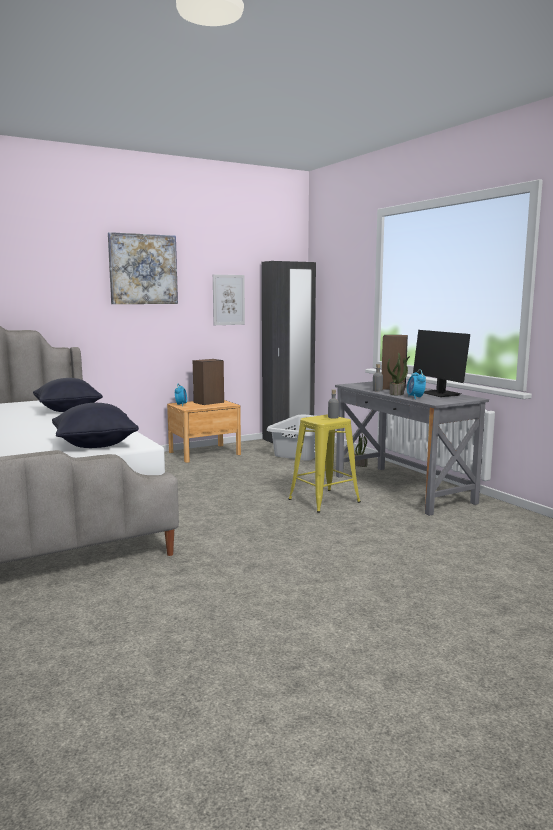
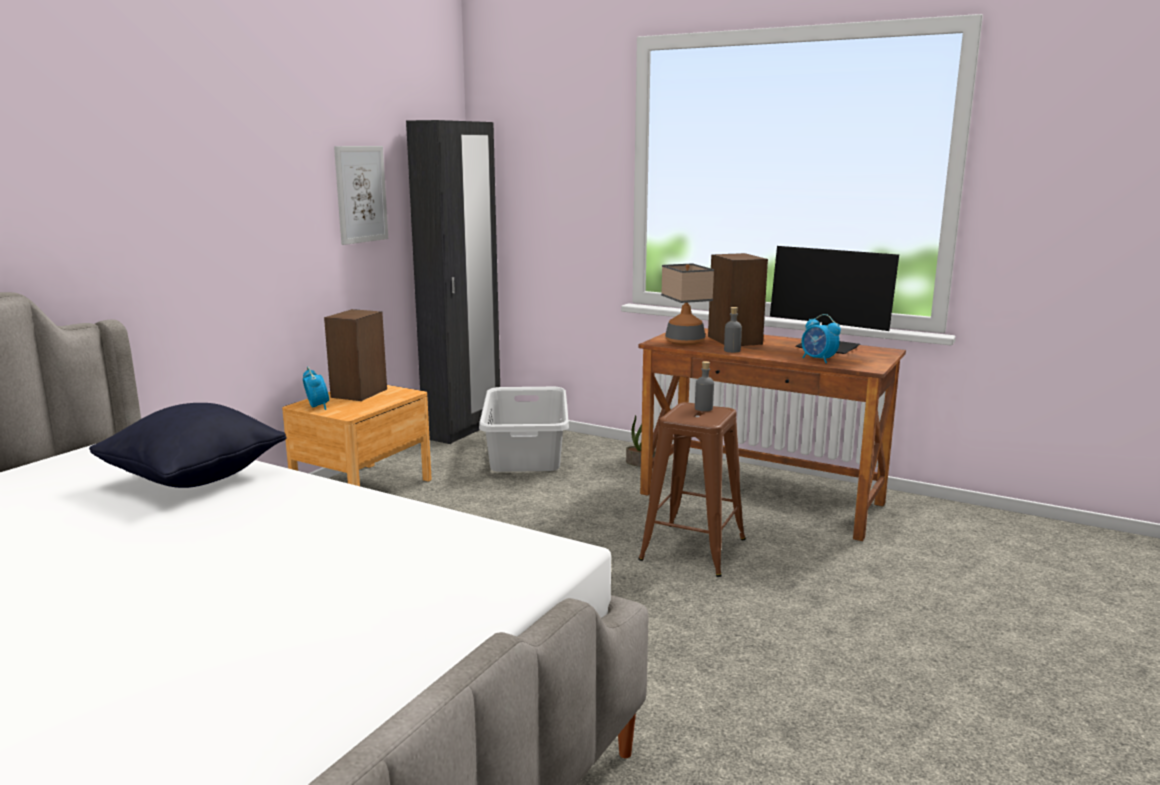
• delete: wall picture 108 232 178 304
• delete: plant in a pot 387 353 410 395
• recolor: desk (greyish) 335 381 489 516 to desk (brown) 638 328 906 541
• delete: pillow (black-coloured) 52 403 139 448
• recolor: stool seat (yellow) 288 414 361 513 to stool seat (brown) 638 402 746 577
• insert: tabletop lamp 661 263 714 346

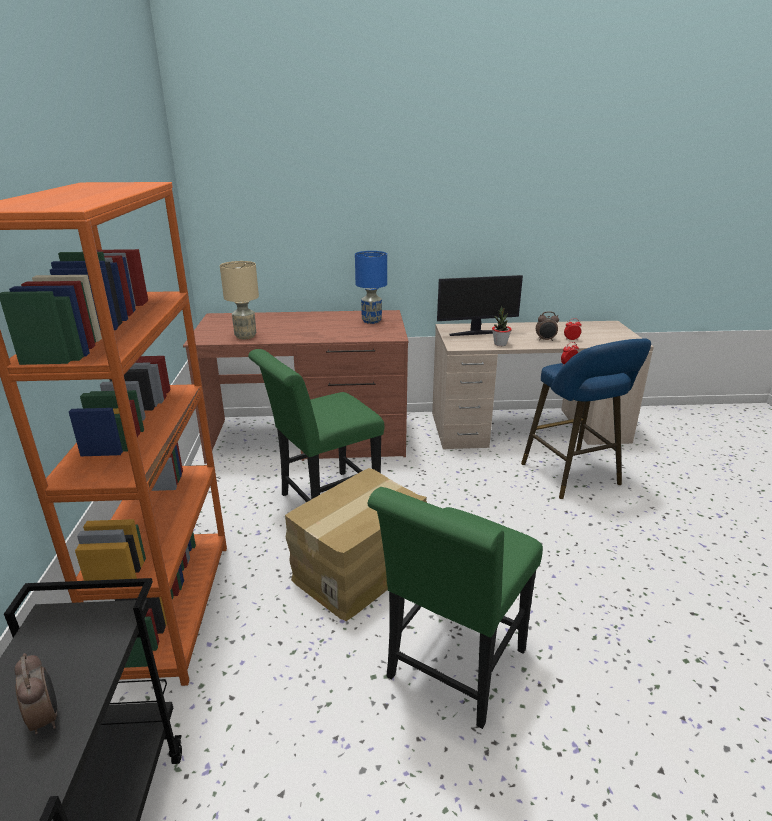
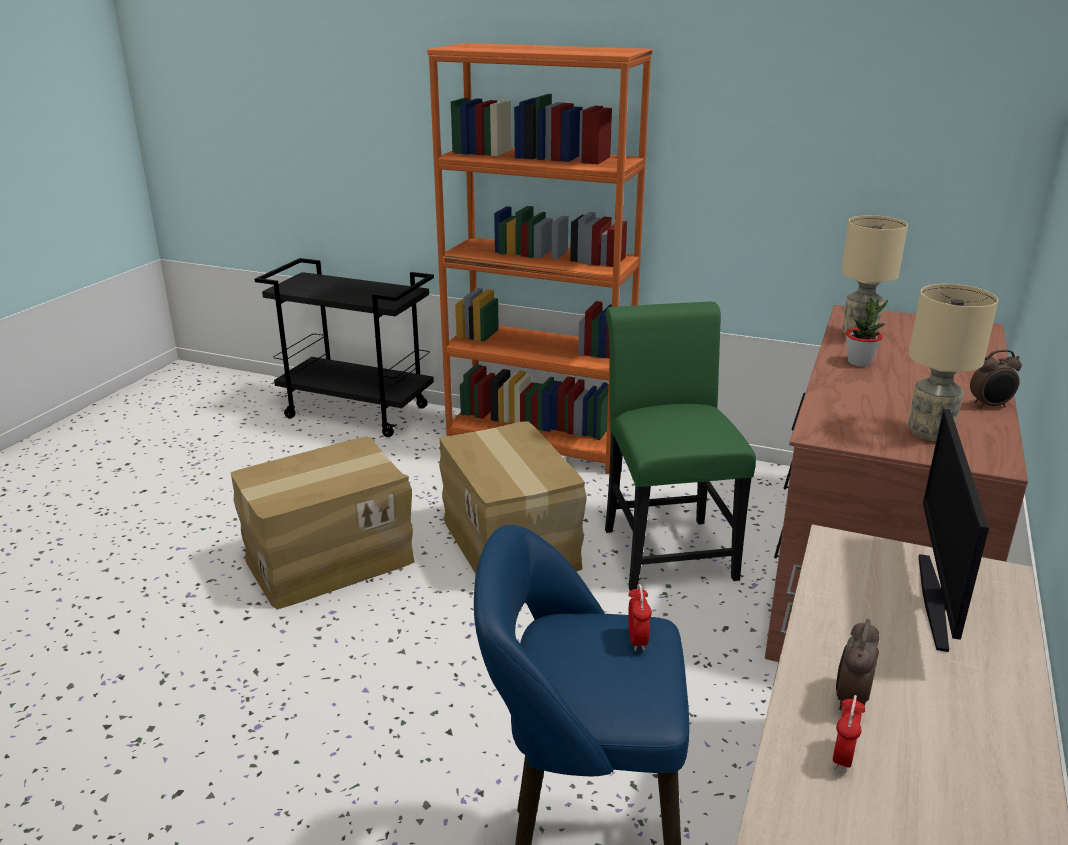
• recolor: tabletop lamp (blue) 355 251 387 324 to tabletop lamp (sand-coloured) 908 284 998 441
• move: plant in a pot 492 306 512 346 to 846 298 888 367
• replace: chair (green-coloured) 367 487 543 729 to cardboard box 231 436 415 609
• move: bedside clock 15 653 57 734 to 970 349 1022 409

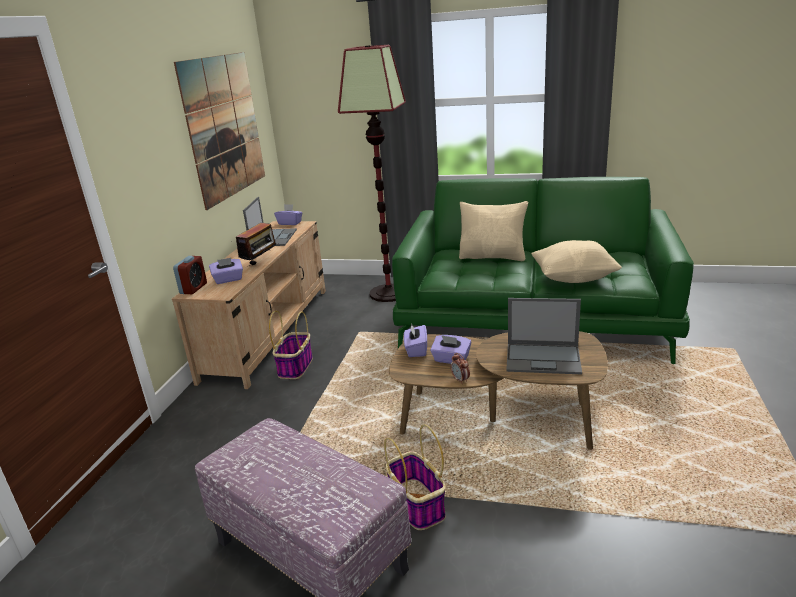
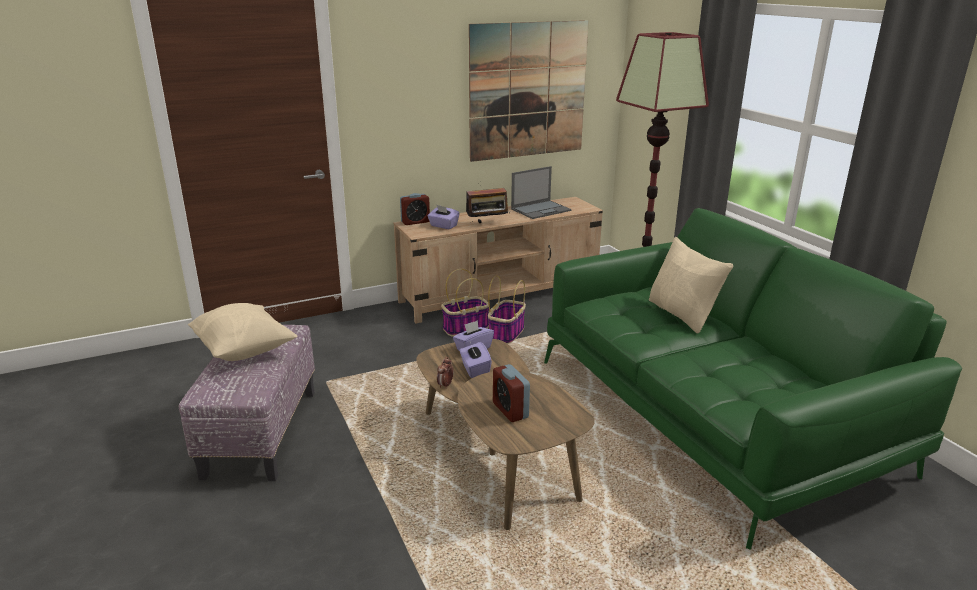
• delete: tissue holder (purplish) 274 204 302 225
• move: pillow (sand-coloured) 531 240 622 283 to 188 303 297 361
• replace: notebook computer 506 298 582 375 to bedside clock 493 364 530 422
• move: household basket 384 424 446 530 to 488 275 526 344

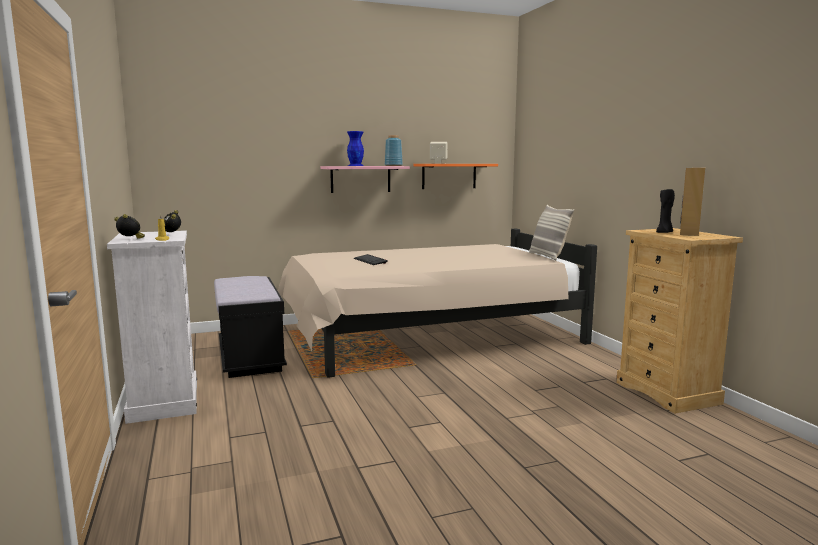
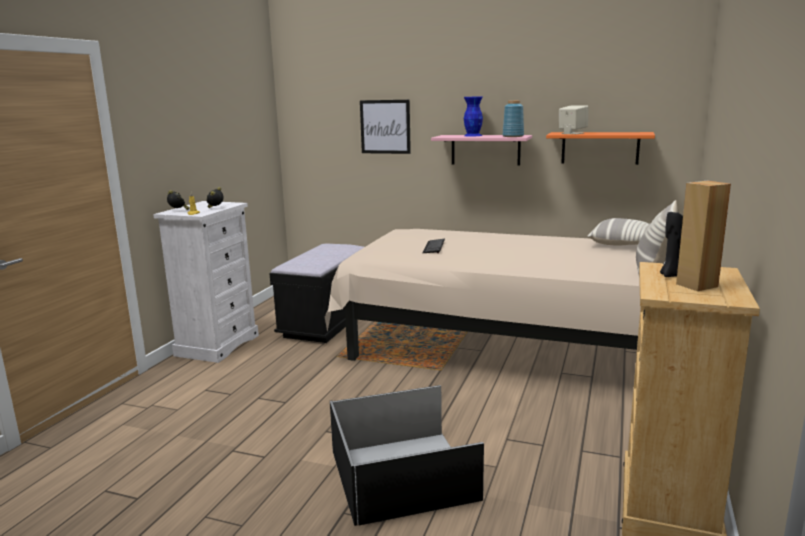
• insert: wall picture 360 100 411 154
• insert: pillow 587 218 650 246
• insert: storage bin (black-coloured) 330 385 484 526

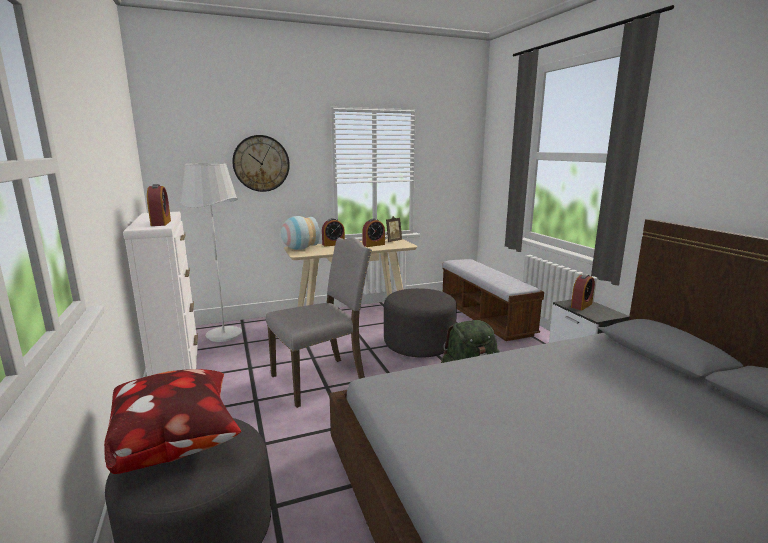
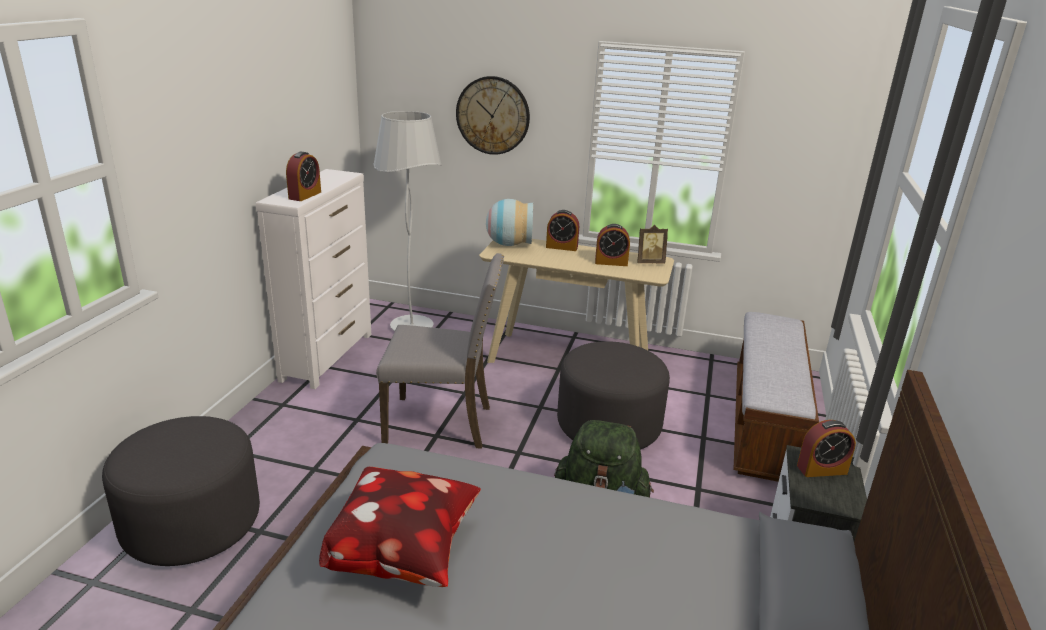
• move: pillow 104 369 241 474 to 319 467 481 587

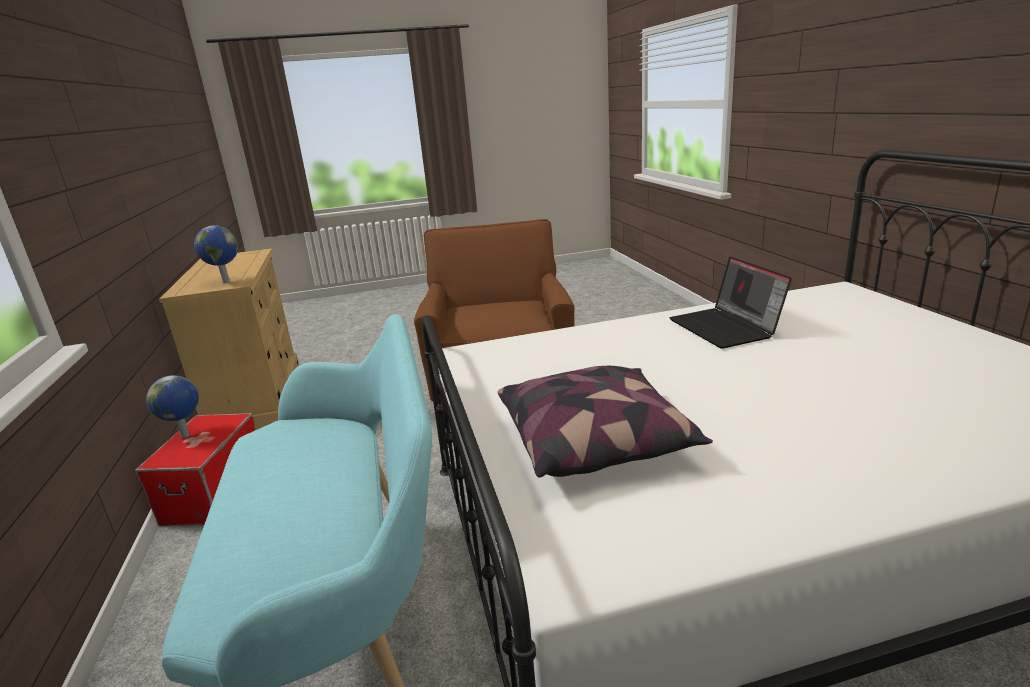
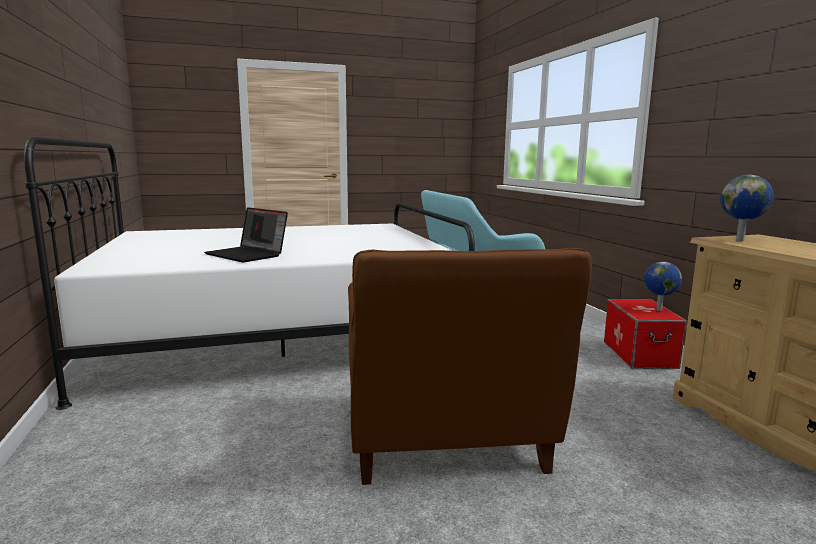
• rotate: notebook computer 670 257 792 349 = 204 207 288 263 150 degrees clockwise
• delete: pillow 498 366 713 478

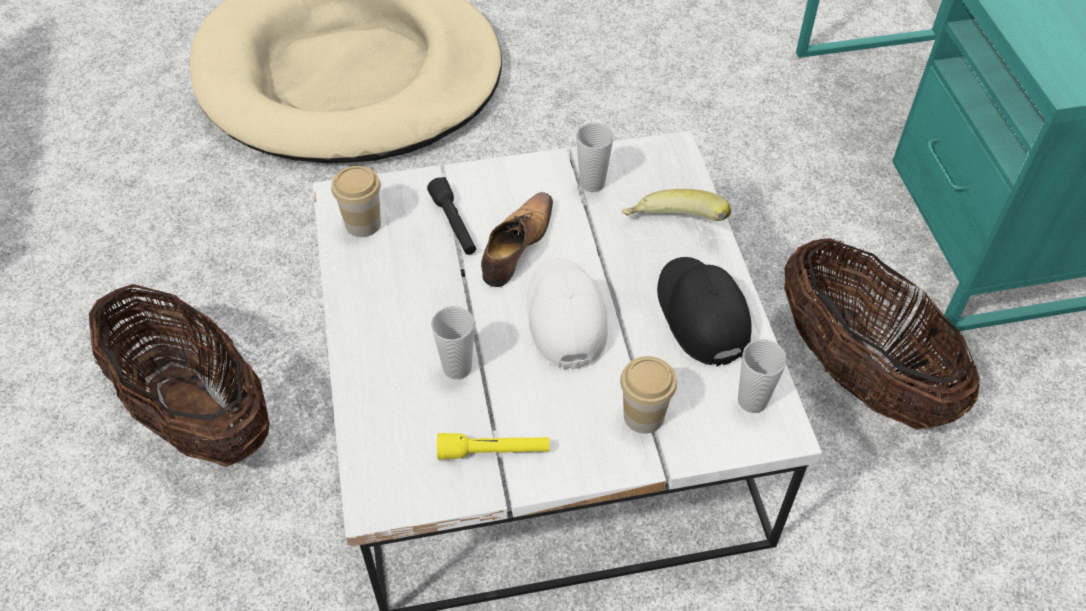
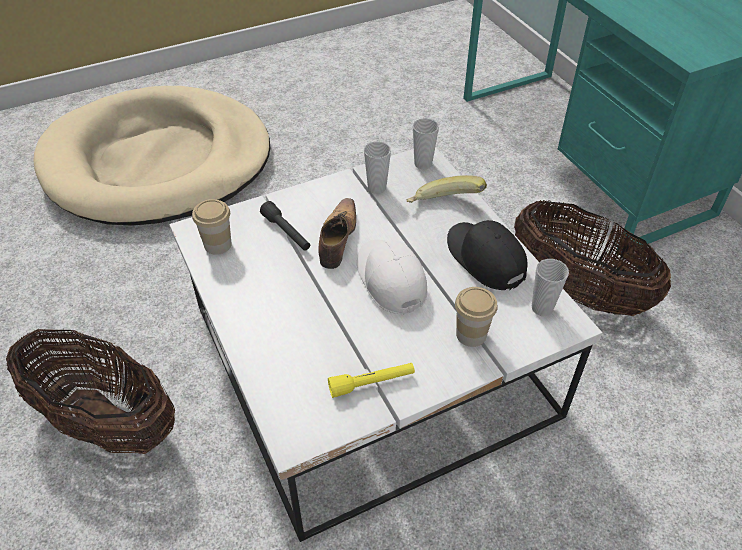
• move: cup 431 306 474 379 to 413 118 439 169

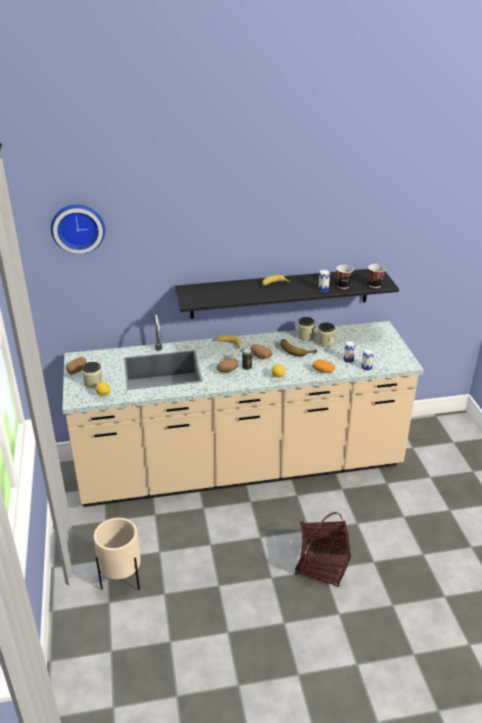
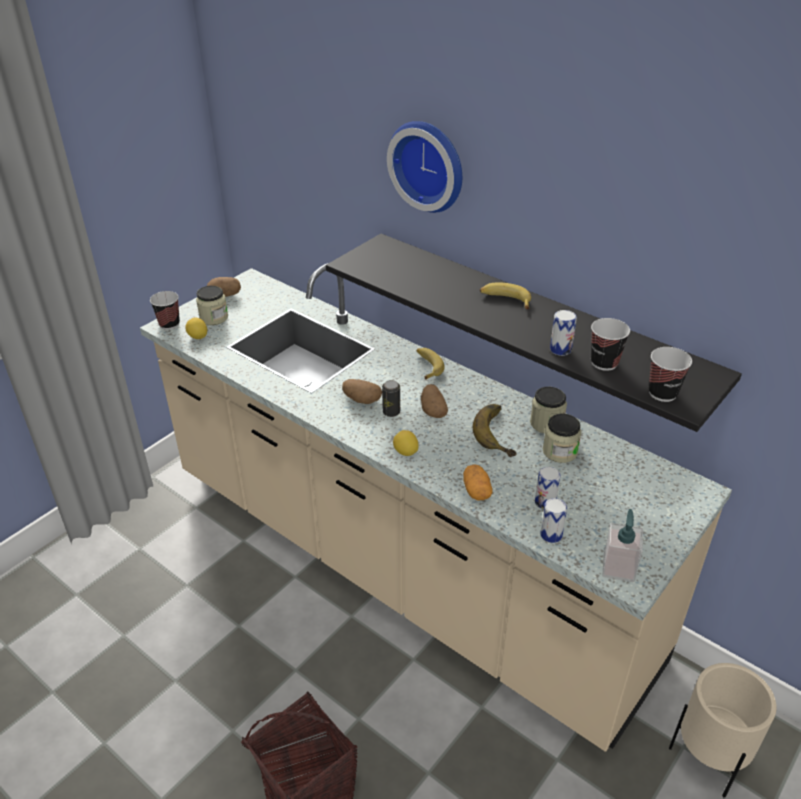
• move: clock on the wall 51 204 105 254 to 387 121 462 213
• move: flower pot (sand-coloured) 94 518 141 590 to 669 663 777 798
• insert: cup 150 291 180 330
• insert: soap bottle 602 509 643 582

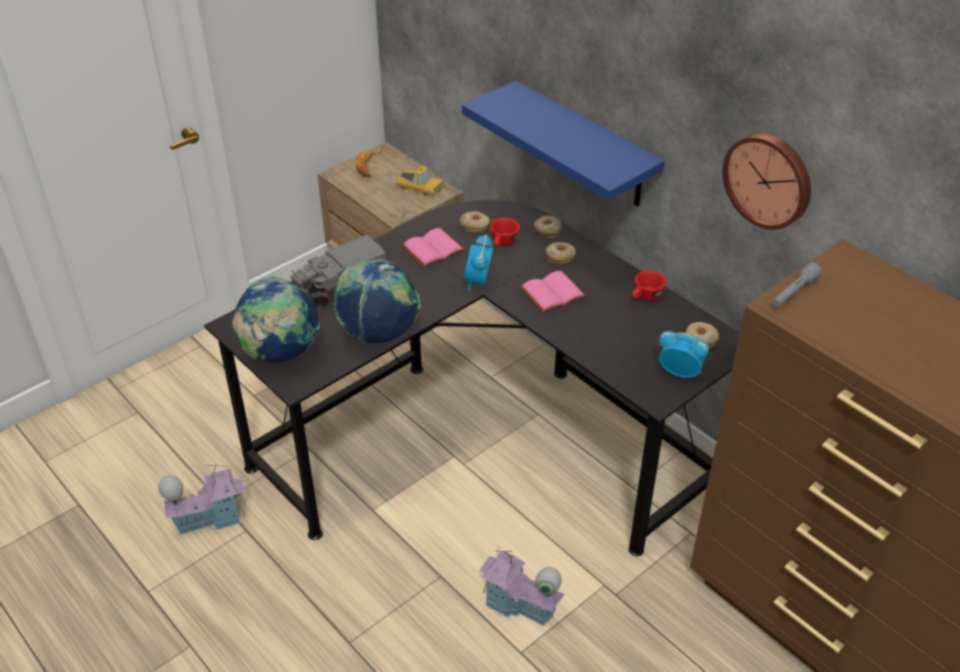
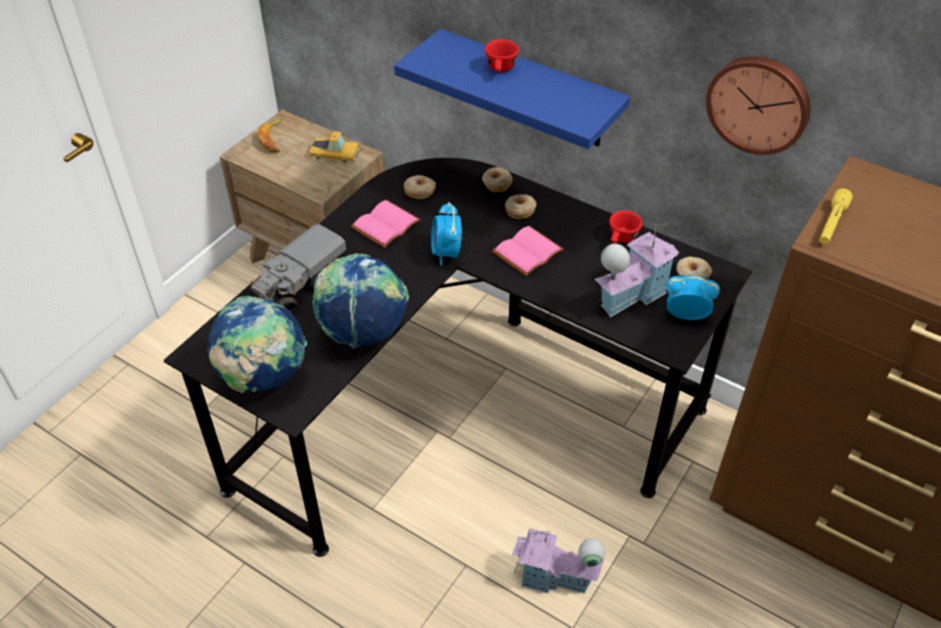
• move: cup (red) 490 218 520 247 to 485 39 519 73
• recolor: torch (greyish) 772 263 822 308 to torch (yellow) 819 189 853 245
• move: model house 158 464 247 535 to 595 223 679 317

